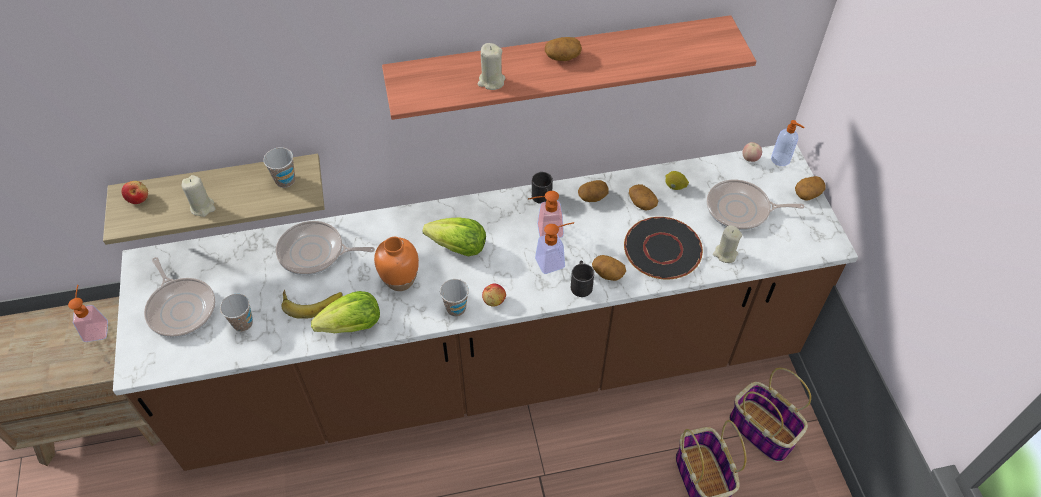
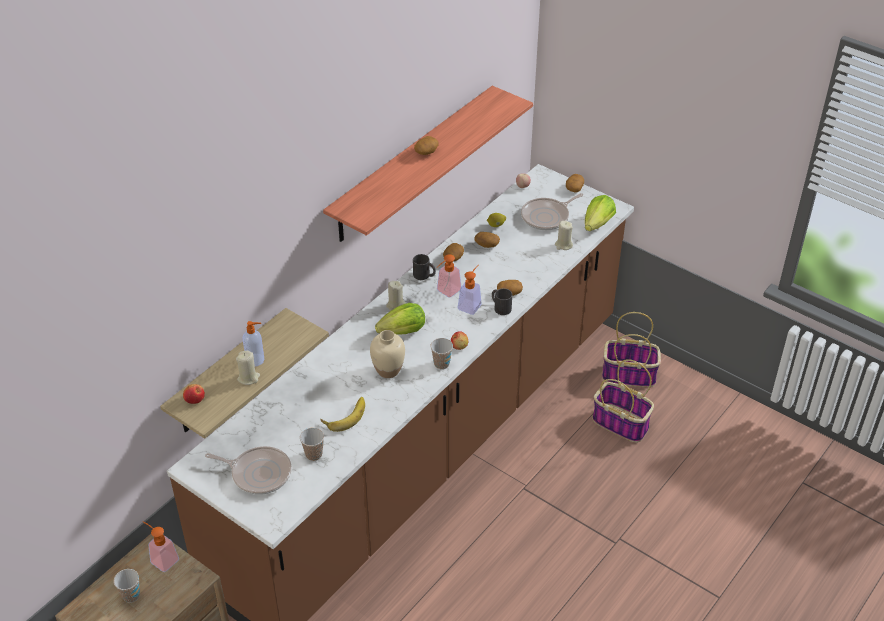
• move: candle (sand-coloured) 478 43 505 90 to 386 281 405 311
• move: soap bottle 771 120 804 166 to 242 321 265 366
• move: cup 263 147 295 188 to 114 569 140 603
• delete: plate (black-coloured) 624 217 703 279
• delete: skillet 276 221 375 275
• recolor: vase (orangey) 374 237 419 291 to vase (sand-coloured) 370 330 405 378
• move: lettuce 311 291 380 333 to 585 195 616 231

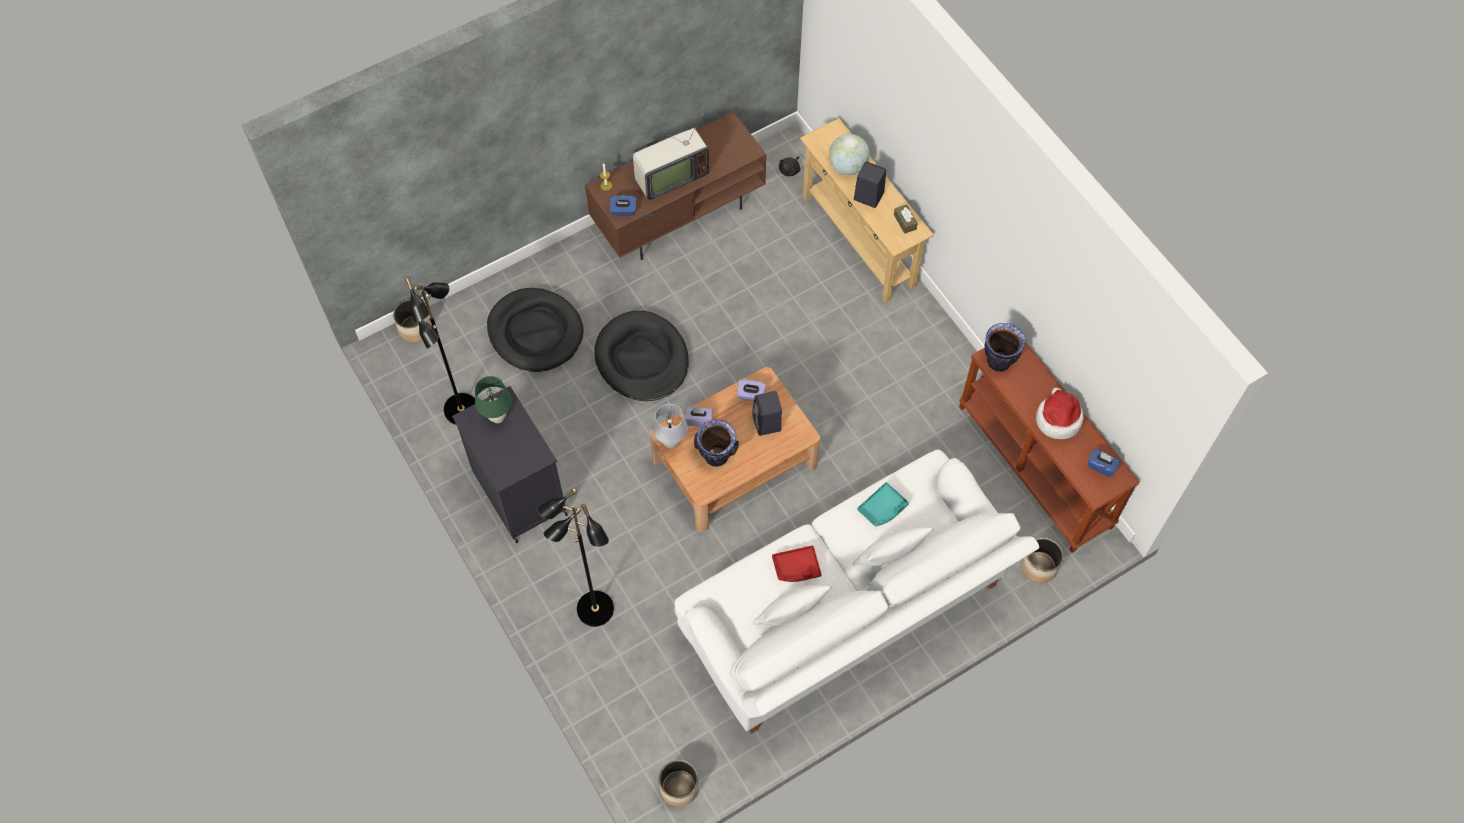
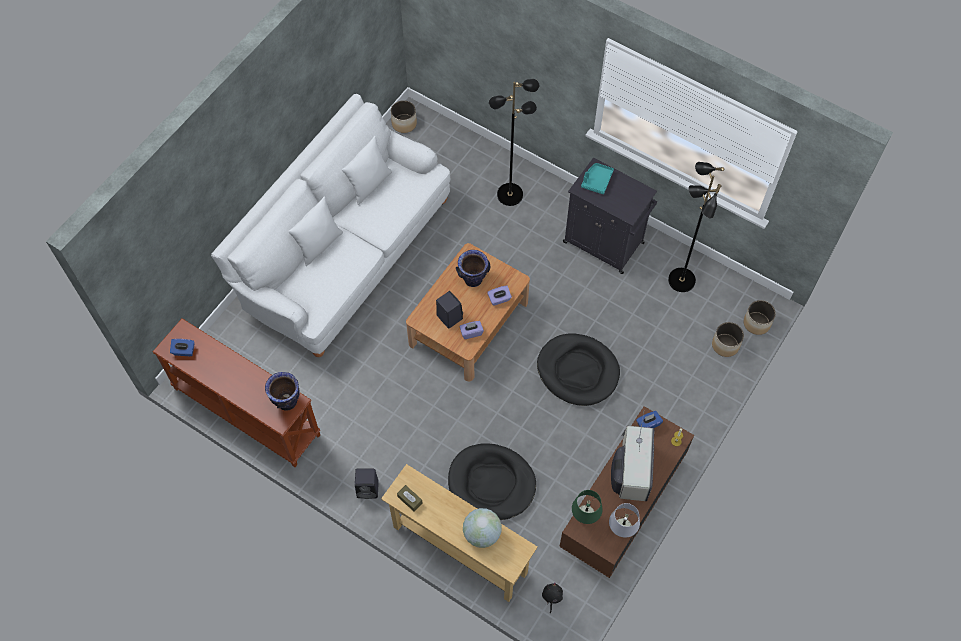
• rotate: television 633 113 709 200 = 611 412 654 501 150 degrees clockwise
• move: speaker (black-coloured) 854 161 886 208 to 355 468 379 499
• move: dog cushion (black-coloured) 487 288 584 372 to 448 443 536 520
• move: tabletop lamp (green-coloured) 475 376 512 423 to 572 490 602 524
• delete: clothing hat 1036 387 1084 439
• move: tabletop lamp (whitish) 653 404 688 448 to 609 503 640 538
• move: serving tray (blue-green) 857 482 909 526 to 581 163 614 194
• move: flower pot 1022 538 1063 583 to 712 322 744 357
• delete: serving tray (red) 772 545 822 582

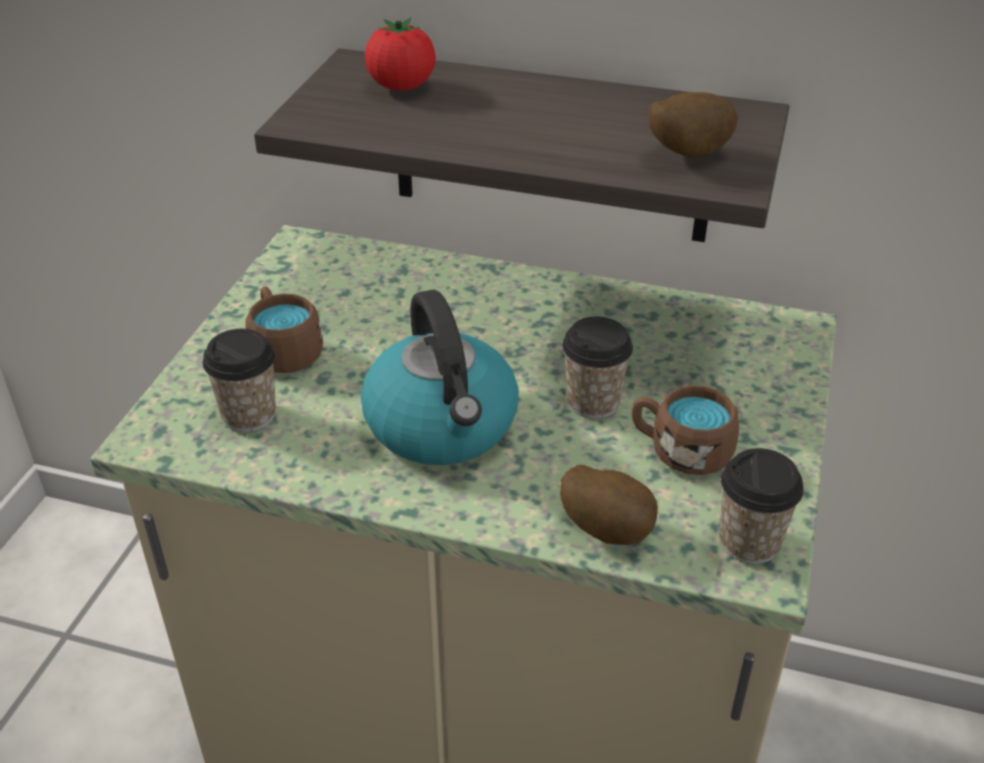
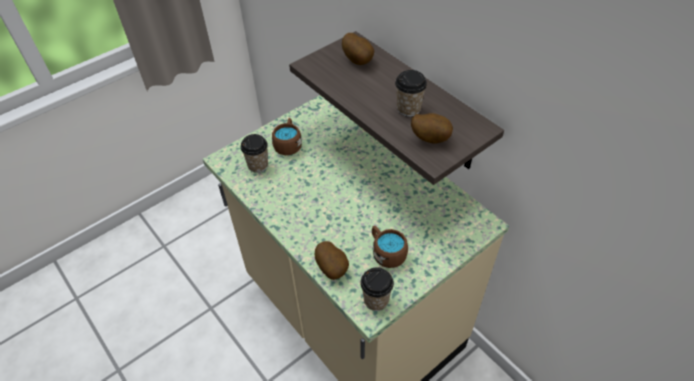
• replace: fresh tomato 365 17 436 91 to potato 342 33 374 65
• delete: kettle 361 290 519 465
• move: cup 562 317 633 419 to 395 70 427 117

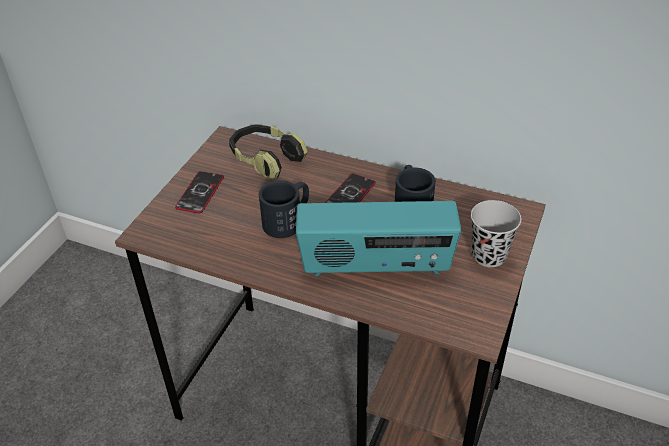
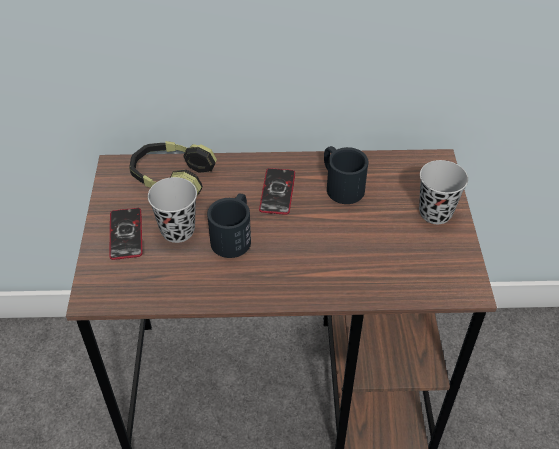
• delete: radio 296 201 461 276
• insert: cup (black-coloured) 148 177 197 243

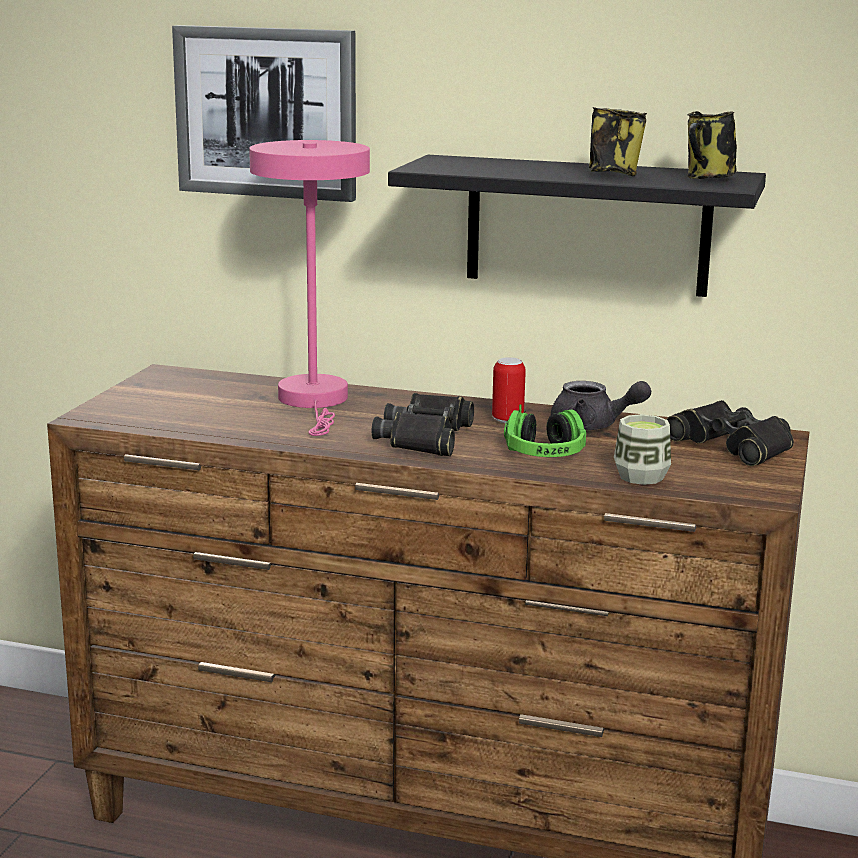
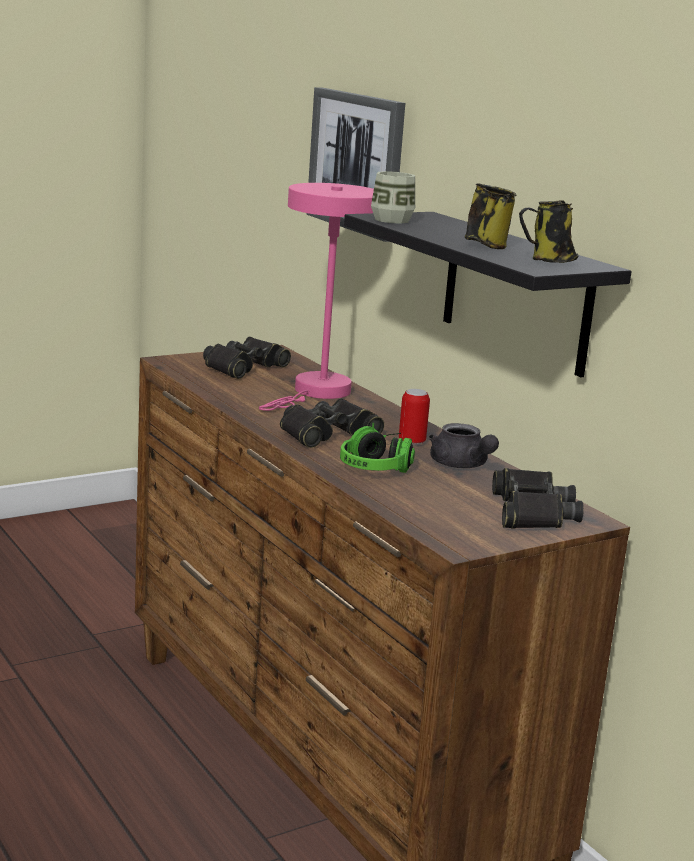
• move: cup 614 414 671 485 to 371 171 415 224
• insert: binoculars (black-coloured) 203 337 291 379

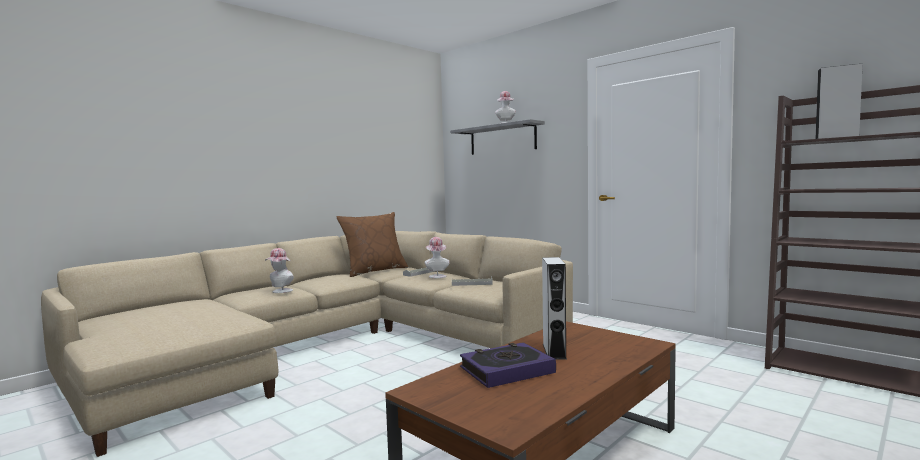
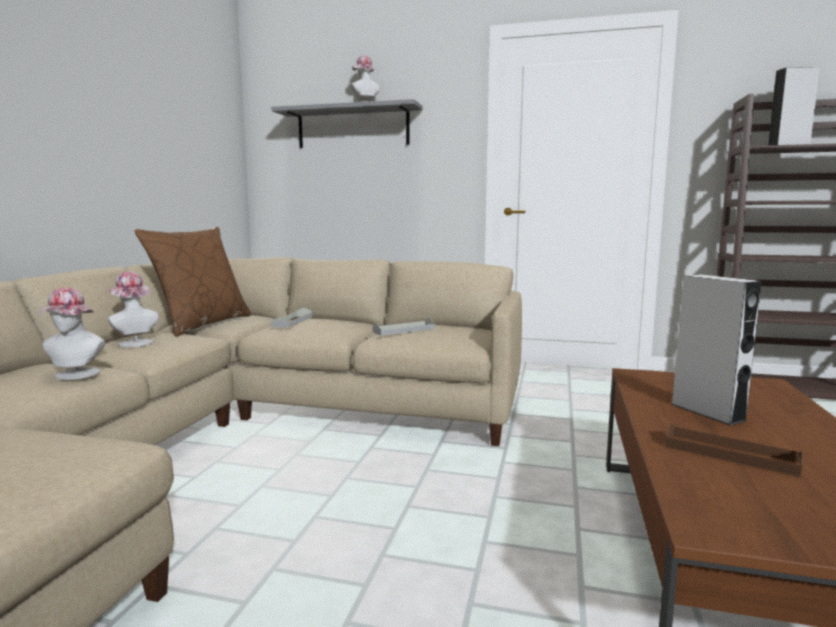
• move: clothing hat 424 237 450 278 to 108 271 159 347
• replace: book 460 342 556 388 to serving tray (brown) 665 423 804 477

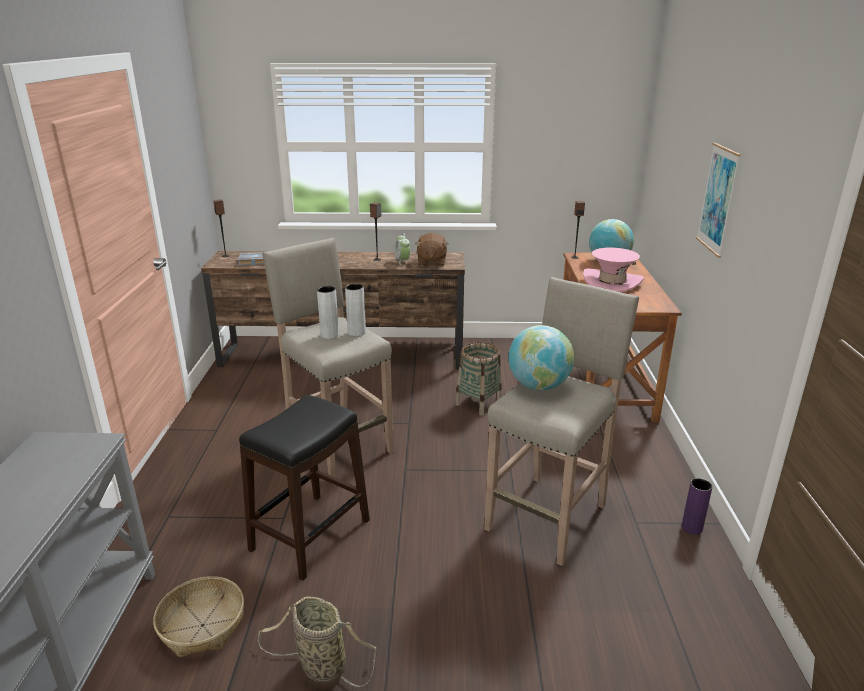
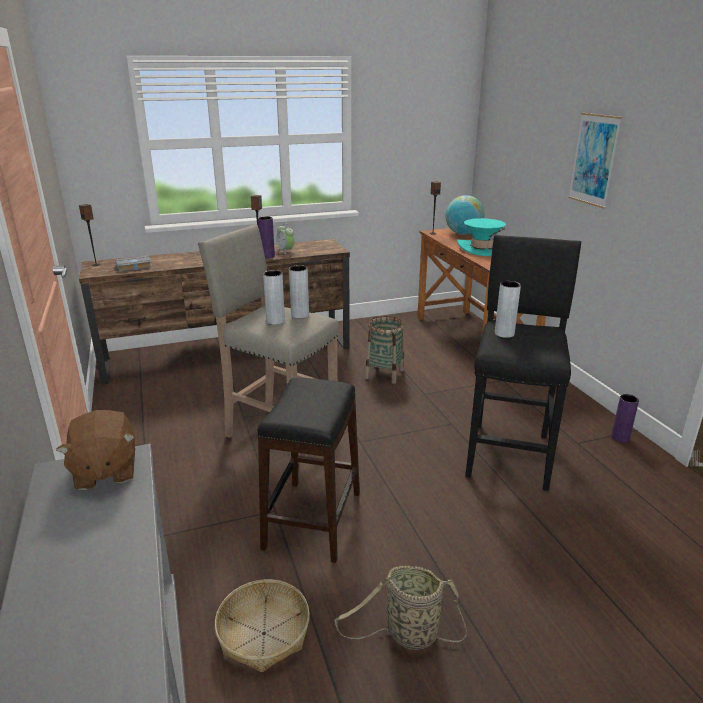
• move: soft toy (brown) 415 233 448 267 to 56 410 135 490
• recolor: clothing hat (pink-coloured) 583 248 644 292 to clothing hat (blue-green) 457 218 506 256
• recolor: stool seat (sand-coloured) 484 277 639 566 to stool seat (black-coloured) 465 235 581 491
• replace: world globe 508 325 574 390 to vase (greyish) 495 281 521 338
• insert: vase (purplish) 258 216 275 258

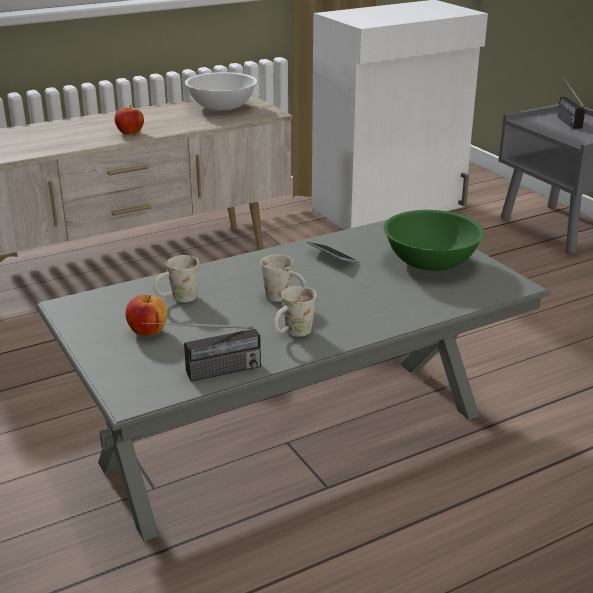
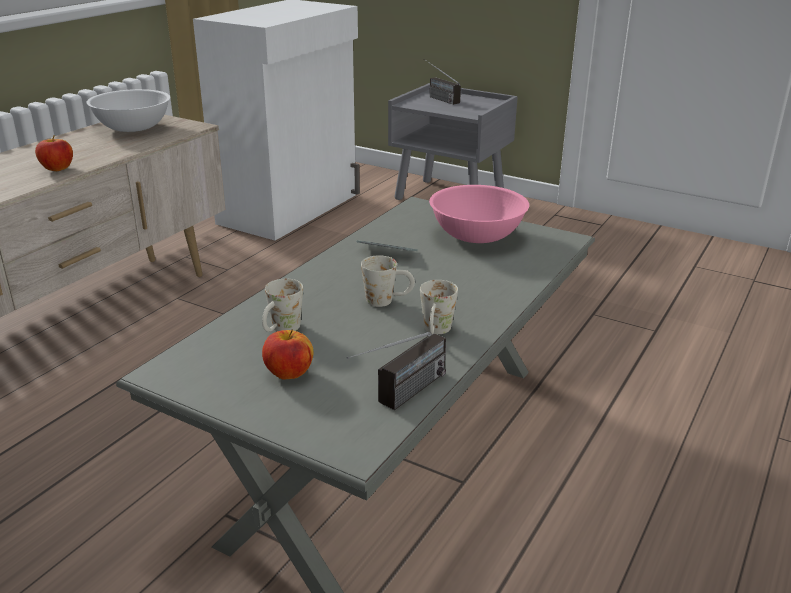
• recolor: serving bowl (green-coloured) 383 210 485 271 to serving bowl (pink-coloured) 429 185 529 243

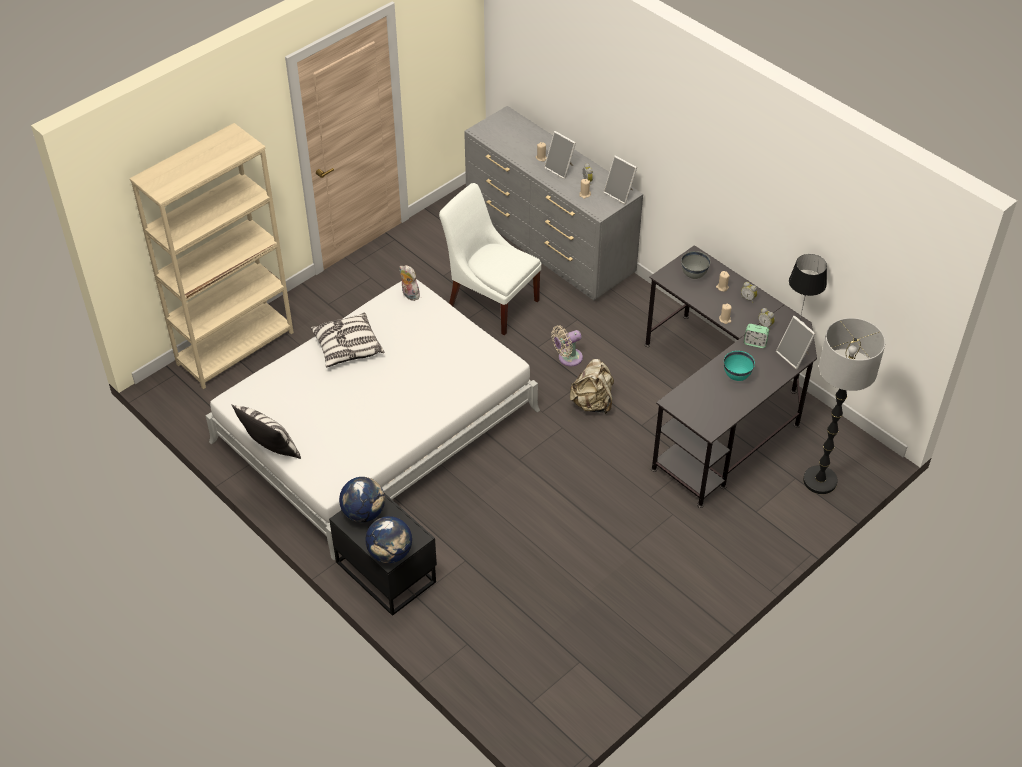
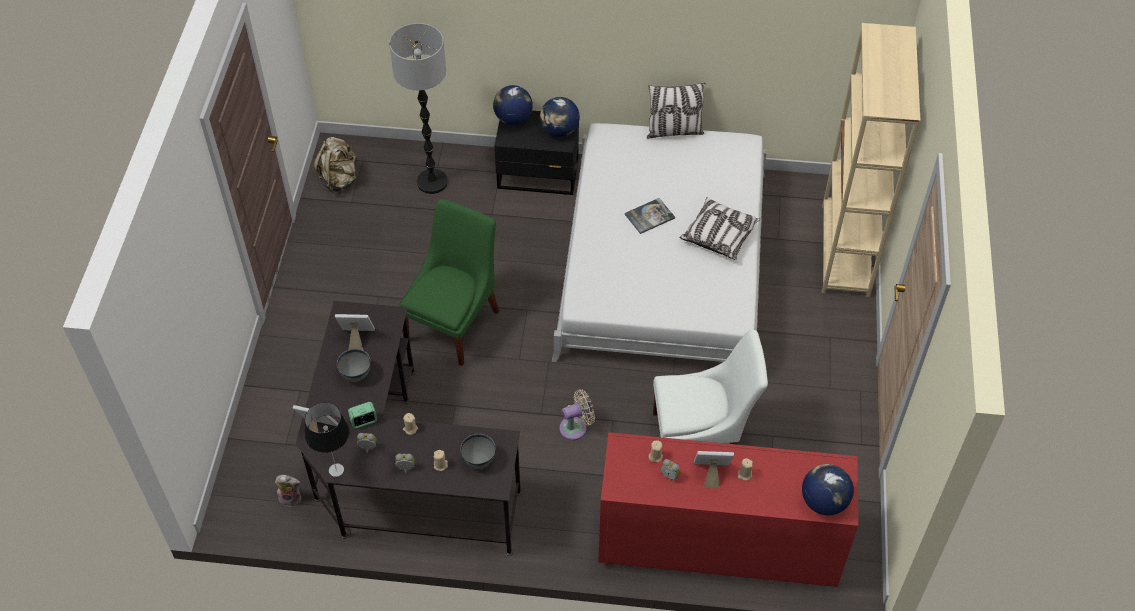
• recolor: dresser (greyish) 464 106 643 300 to dresser (red) 598 432 858 587
• move: picture frame 603 155 637 204 to 335 314 375 350
• move: soft toy 399 265 420 301 to 275 475 301 507
• move: floor lamp 803 318 885 494 to 389 23 448 194
• rotate: cooling fan (sand-coloured) 551 325 583 366 = 559 389 595 440 45 degrees clockwise
• recolor: serving bowl (blue-green) 724 351 755 381 to serving bowl (greyish) 337 349 370 382
• move: knapsack (sand-coloured) 570 359 614 414 to 314 137 358 193
• insert: book 624 198 675 234
• insert: chair (green-coloured) 398 199 499 366
• insert: world globe 802 464 854 515

